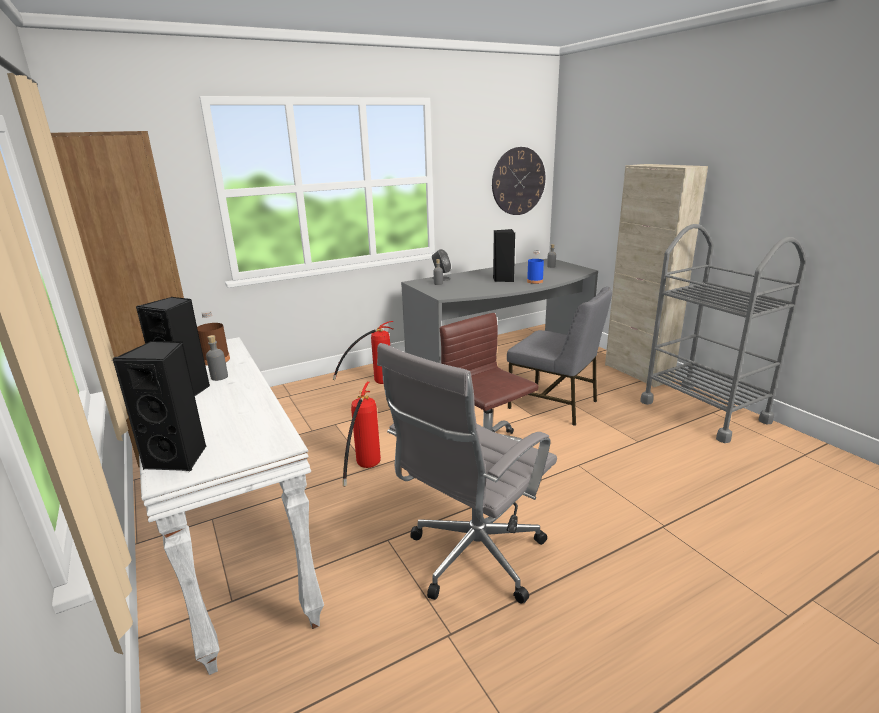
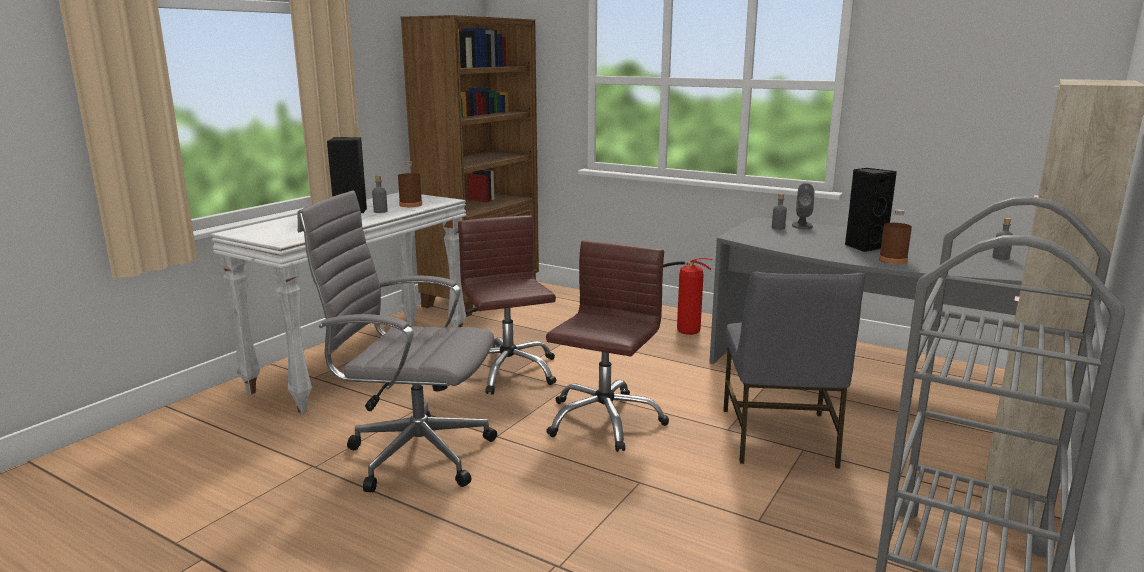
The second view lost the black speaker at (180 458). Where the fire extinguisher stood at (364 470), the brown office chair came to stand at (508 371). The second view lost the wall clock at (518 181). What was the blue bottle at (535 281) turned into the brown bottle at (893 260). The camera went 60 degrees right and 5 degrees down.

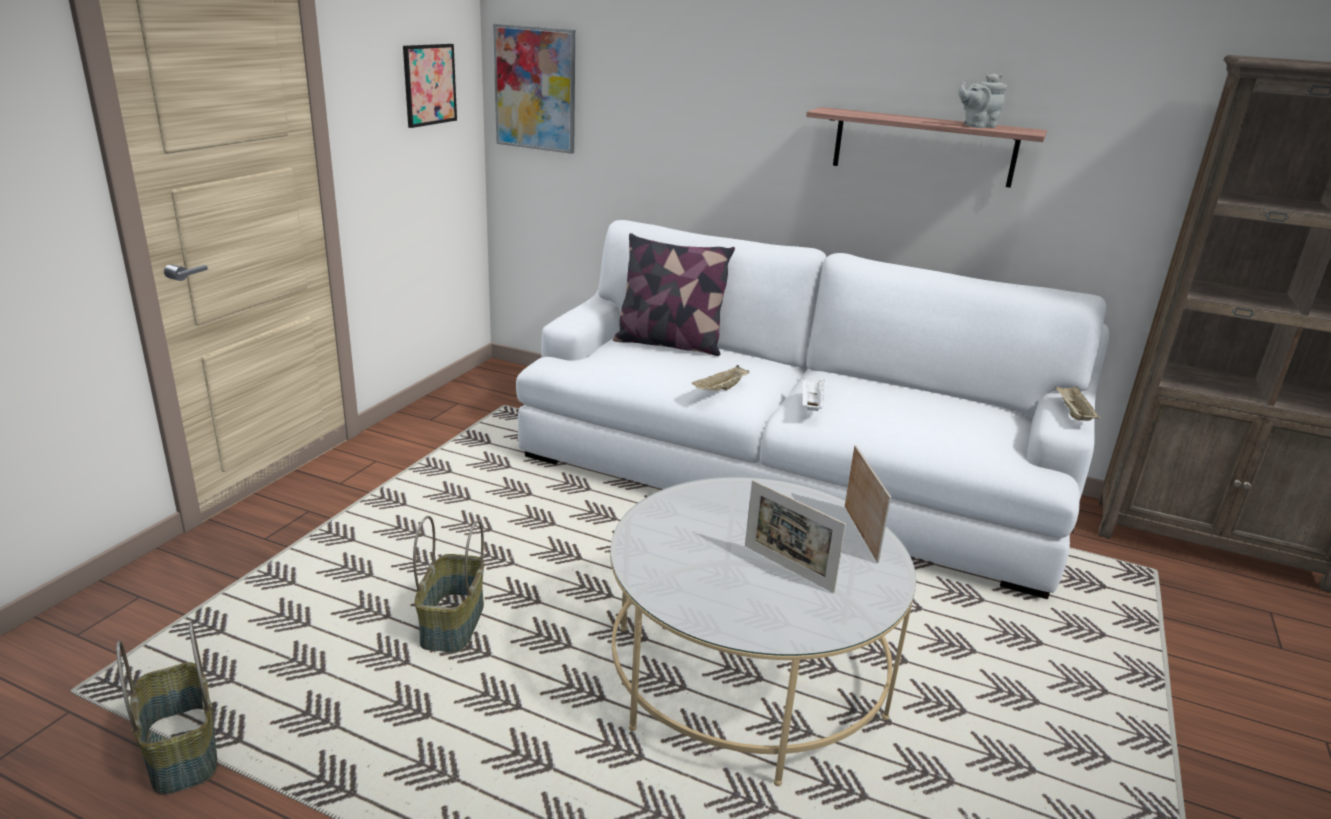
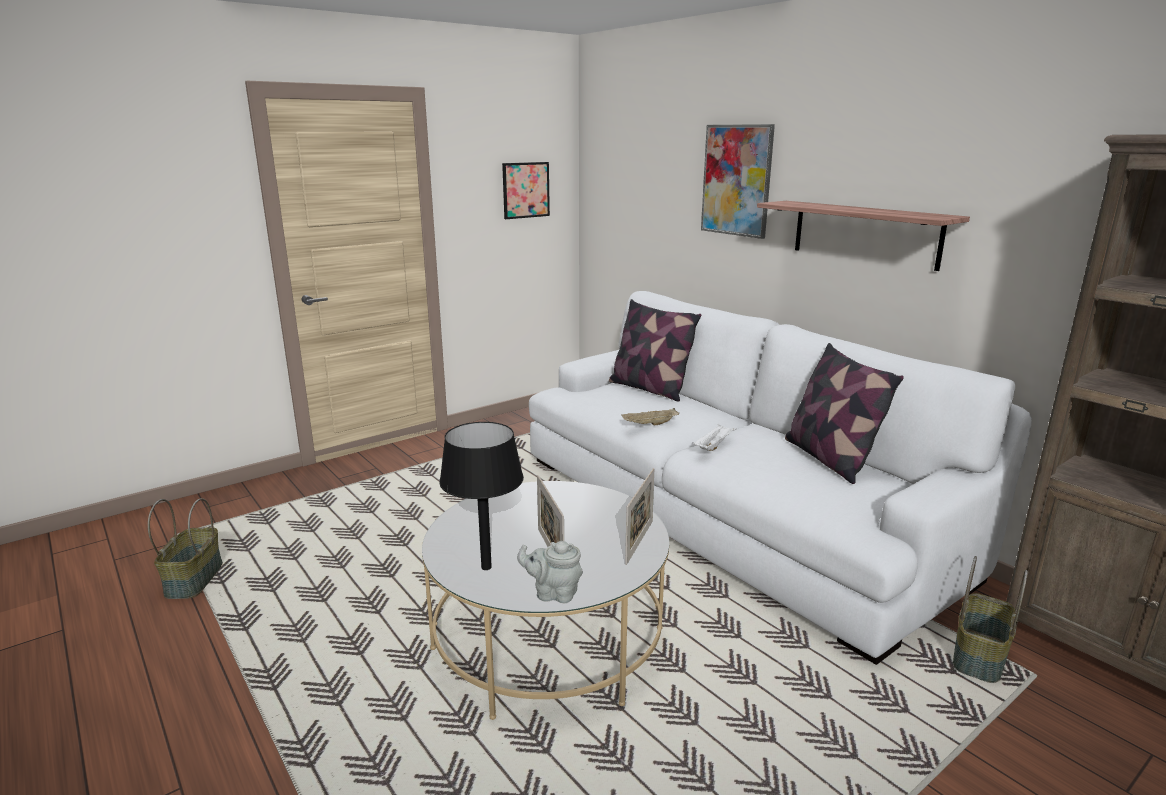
The basket ended up elsewhere, having gone from (454 624) to (980 657). The picture ended up elsewhere, having gone from (535 89) to (736 180). The grey teapot ended up elsewhere, having gone from (977 126) to (553 593). The second view lost the beige tray at (1073 413). The second view gained the black table lamp at (486 567). The second view gained the pillow at (829 458). The camera went 30 degrees right and 5 degrees down.

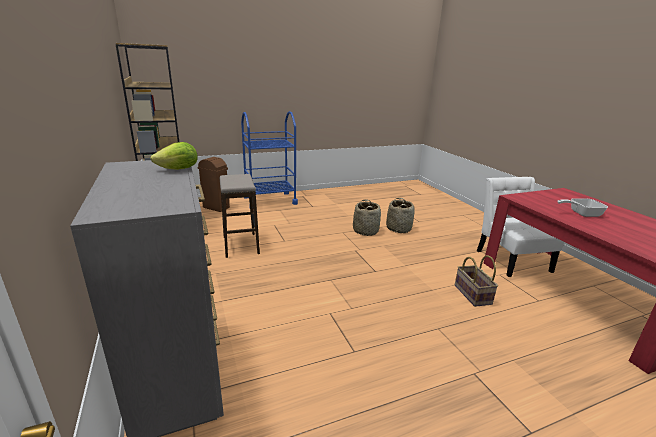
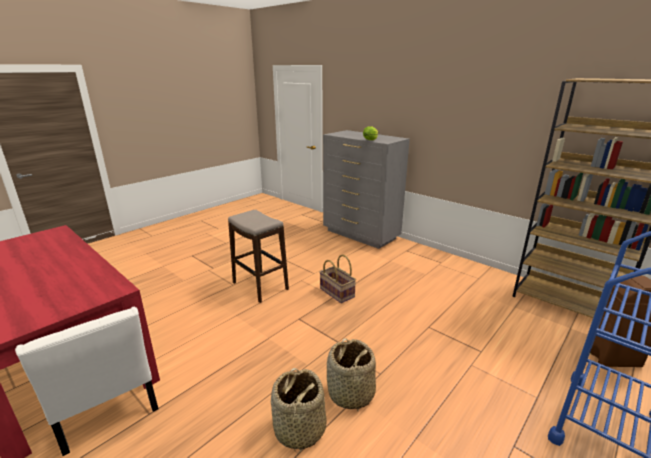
The stool ended up elsewhere, having gone from (240 245) to (260 286). The basket ended up elsewhere, having gone from (471 294) to (337 292). The second view lost the frying pan at (581 213). The camera went 155 degrees right and 0 degrees up.

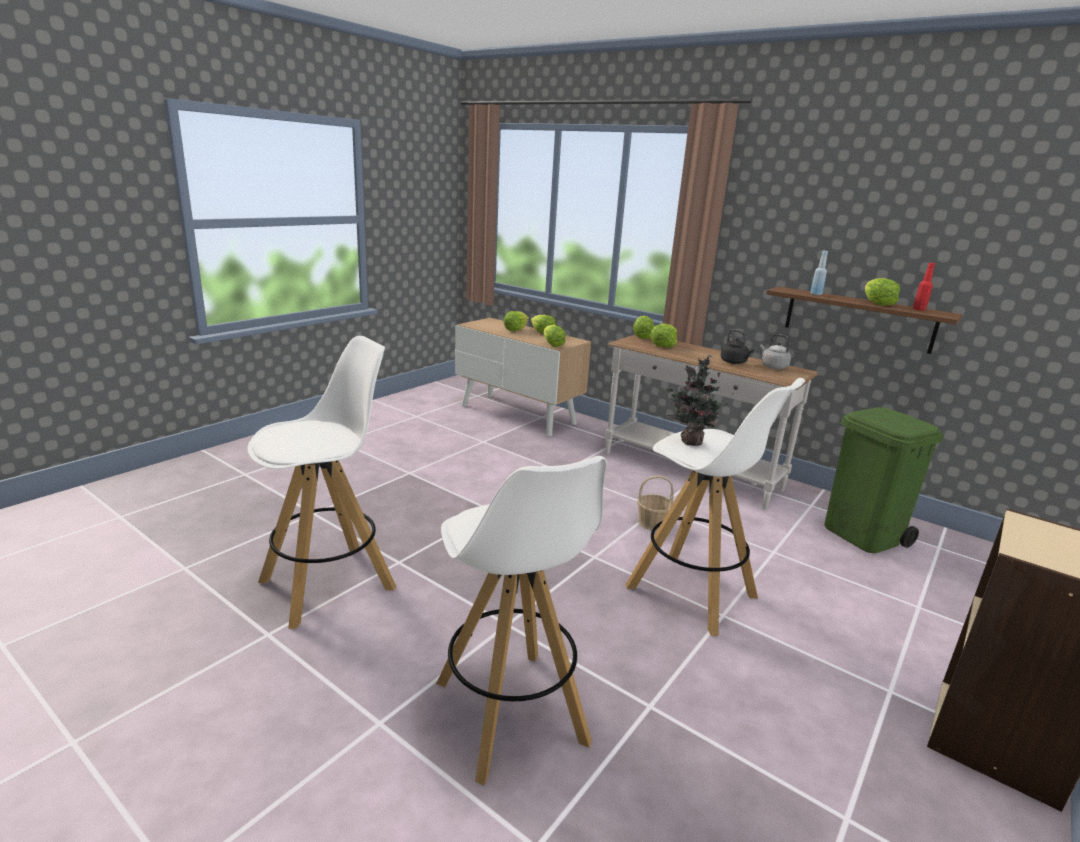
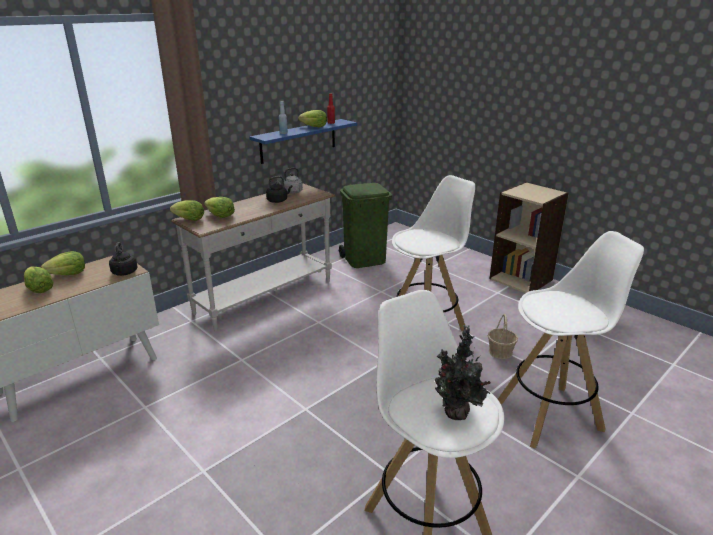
Where the lettuce stood at (552 345), the black kettle came to stand at (124 273). The basket ended up elsewhere, having gone from (652 523) to (500 352). The potted plant ended up elsewhere, having gone from (689 442) to (456 414). What was the brown shelf at (858 319) turned into the blue shelf at (298 141). The camera went 80 degrees left and 5 degrees up.

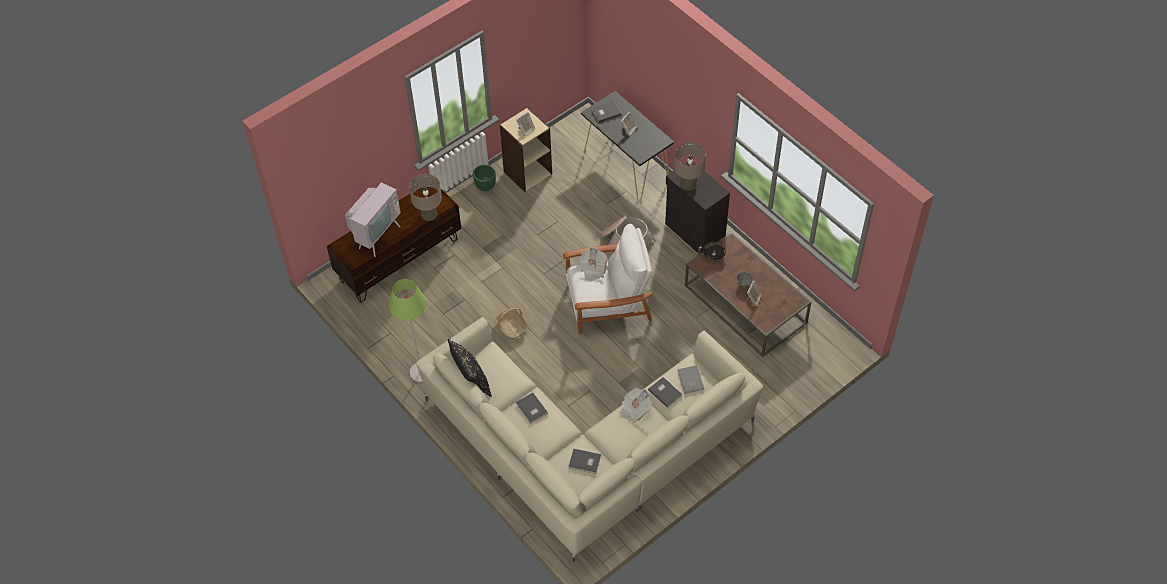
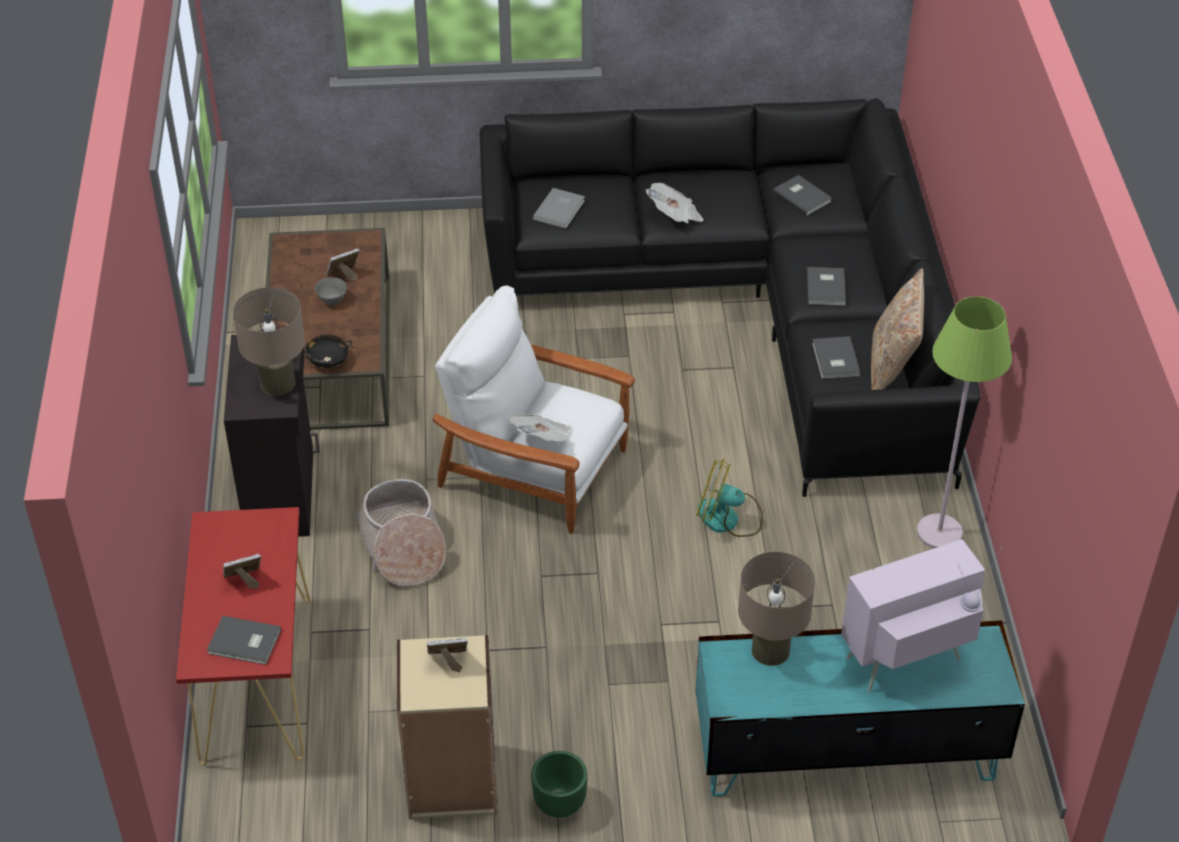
What was the brown tv stand at (400 259) turned into the turquoise tv stand at (845 751). What was the beige sofa at (585 448) turned into the black sofa at (754 307). What was the black pillow at (471 380) turned into the beige pillow at (892 367). Where the basket stood at (511 327), the fan came to stand at (728 518). What was the black console table at (626 165) turned into the red console table at (256 679). The grey book ended up elsewhere, having gone from (665 392) to (834 360). The camera went 145 degrees left and 10 degrees down.

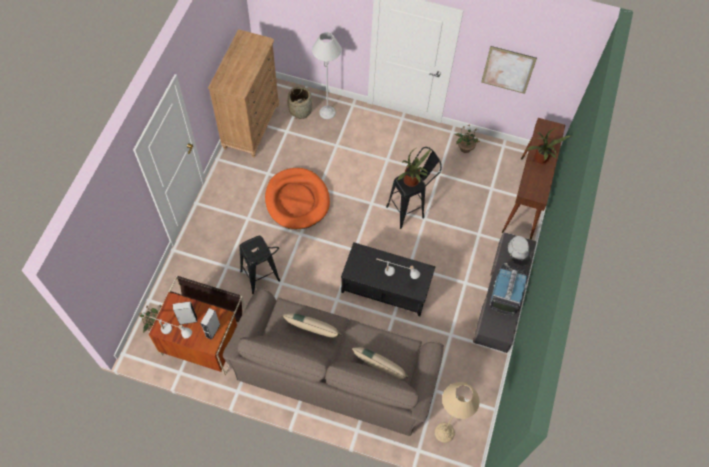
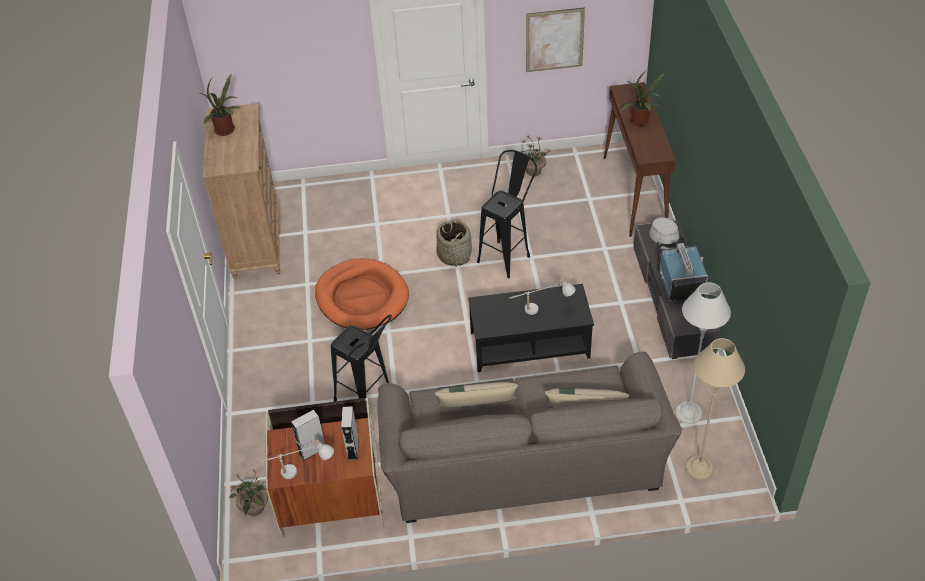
The basket ended up elsewhere, having gone from (300 110) to (454 255). The grey floor lamp ended up elsewhere, having gone from (327 112) to (688 413). The potted plant ended up elsewhere, having gone from (412 182) to (226 131). The camera went 20 degrees left and 15 degrees down.

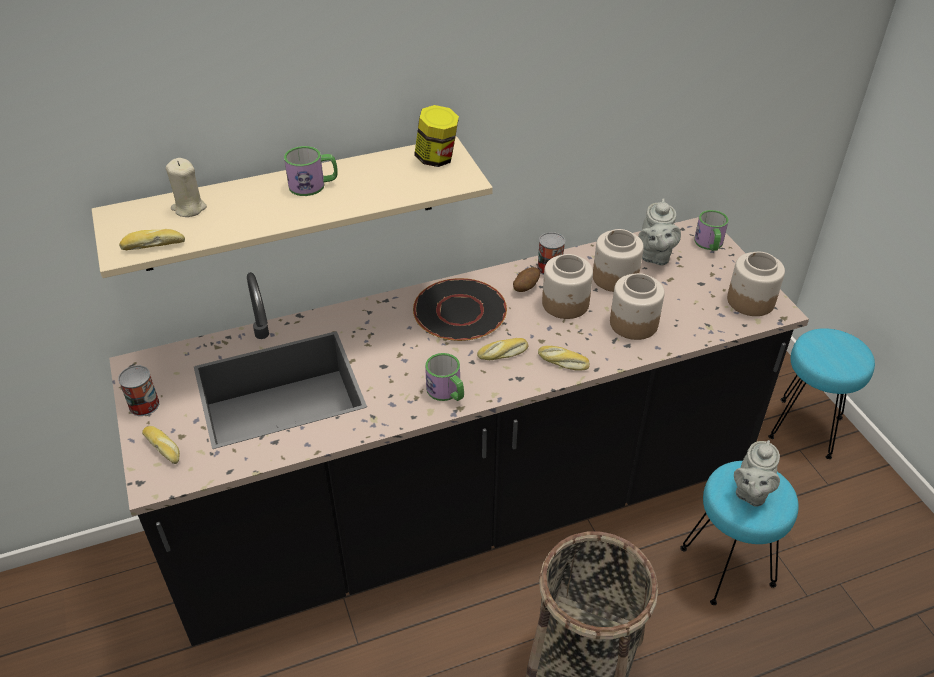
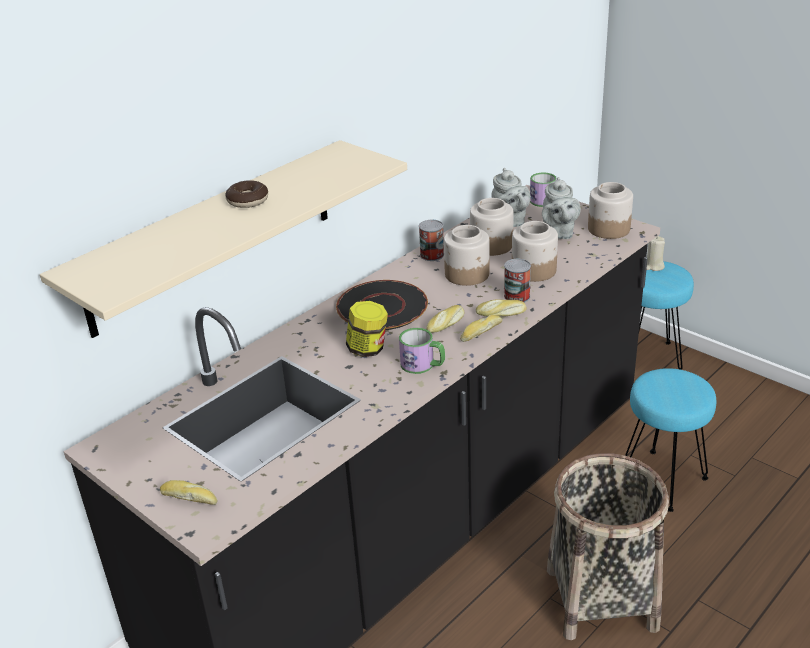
The can ended up elsewhere, having gone from (144 405) to (517 296). The bread ended up elsewhere, having gone from (153 245) to (480 332). The beige candle ended up elsewhere, having gone from (189 208) to (653 266). Where the mug stood at (313 185), the donut came to stand at (248 201). The jar ended up elsewhere, having gone from (436 159) to (368 349). The second view lost the potato at (525 287). The grey teapot ended up elsewhere, having gone from (750 493) to (558 233). The camera went 25 degrees left and 10 degrees down.

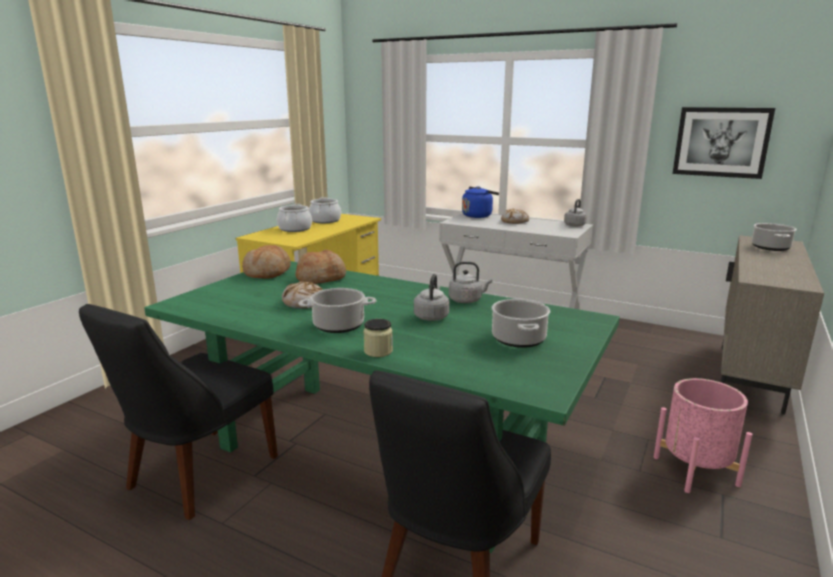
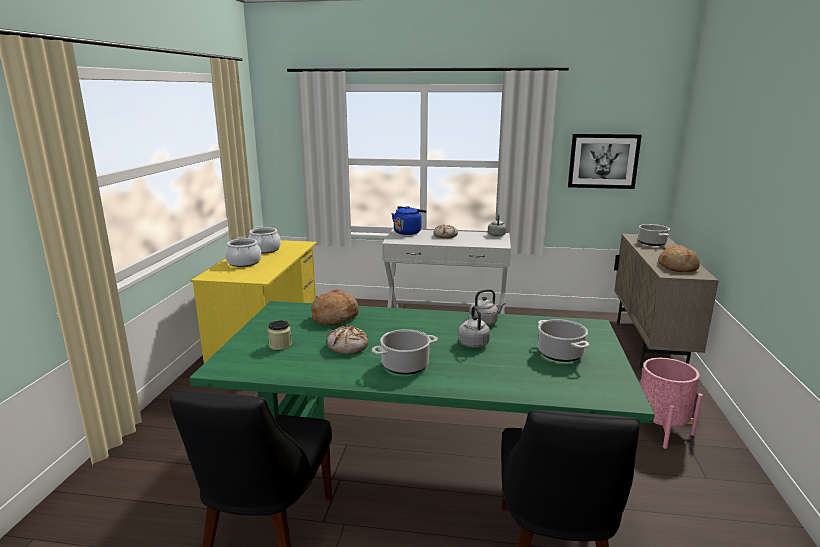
The bread ended up elsewhere, having gone from (268 272) to (677 267). The jar ended up elsewhere, having gone from (378 351) to (280 345). The camera went 20 degrees left and 0 degrees up.

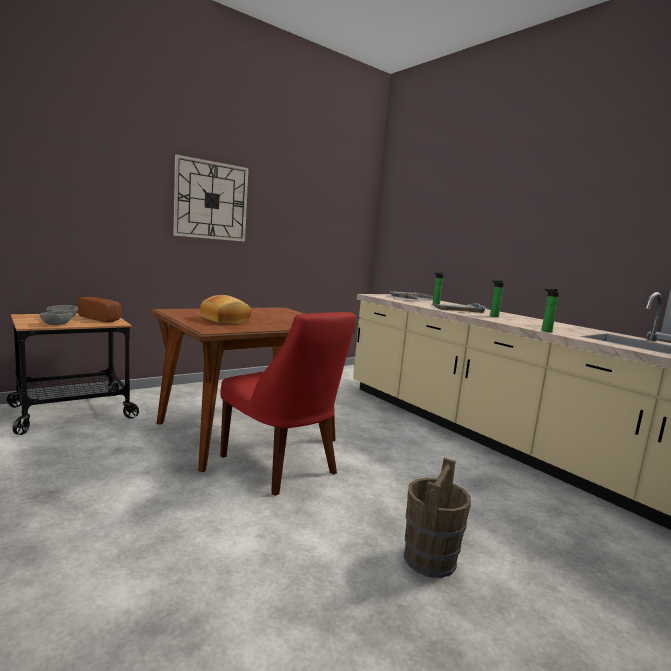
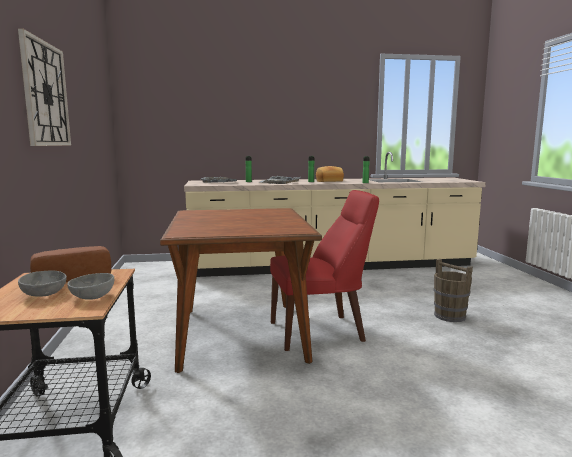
The bread ended up elsewhere, having gone from (226 320) to (329 181). The camera went 60 degrees left and 0 degrees up.

